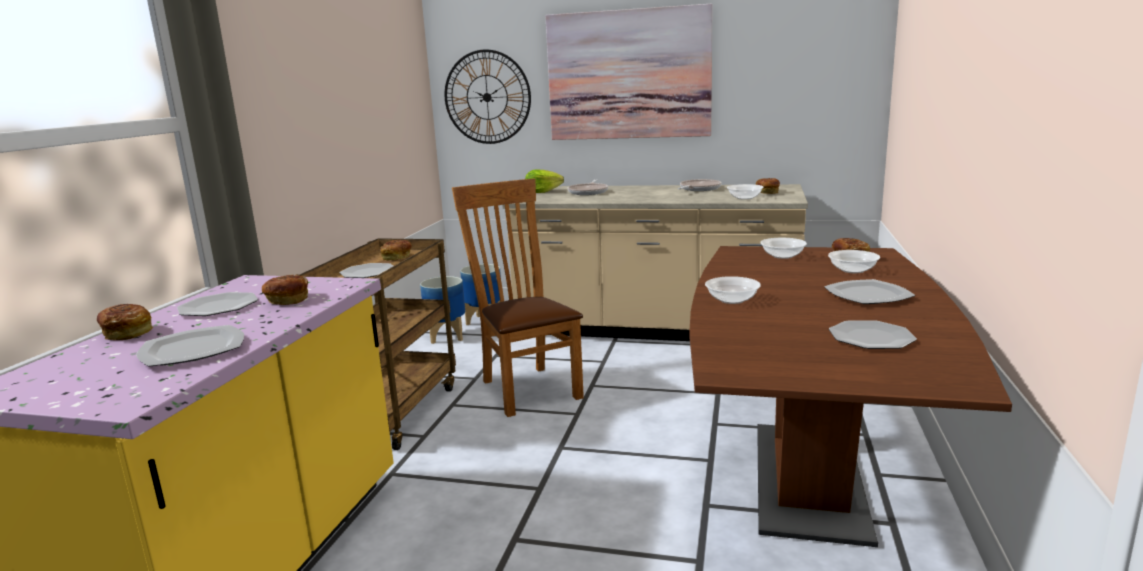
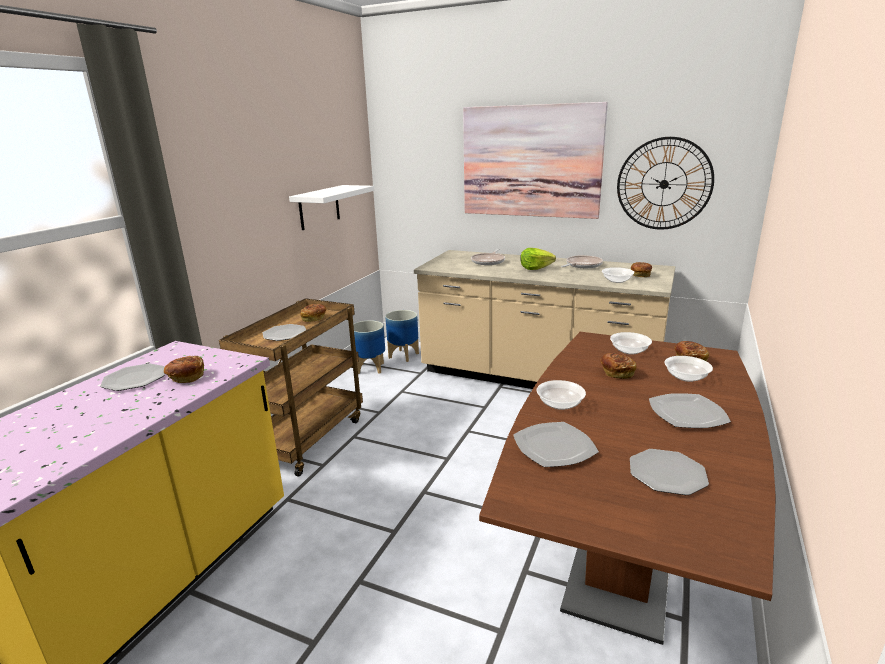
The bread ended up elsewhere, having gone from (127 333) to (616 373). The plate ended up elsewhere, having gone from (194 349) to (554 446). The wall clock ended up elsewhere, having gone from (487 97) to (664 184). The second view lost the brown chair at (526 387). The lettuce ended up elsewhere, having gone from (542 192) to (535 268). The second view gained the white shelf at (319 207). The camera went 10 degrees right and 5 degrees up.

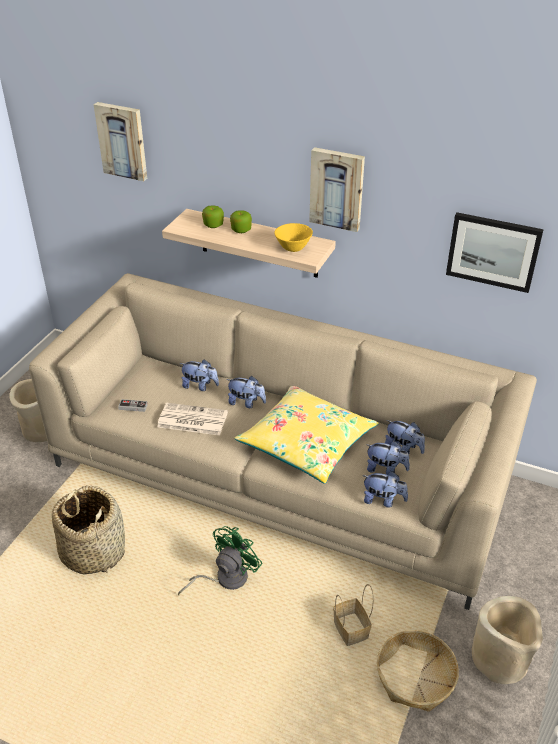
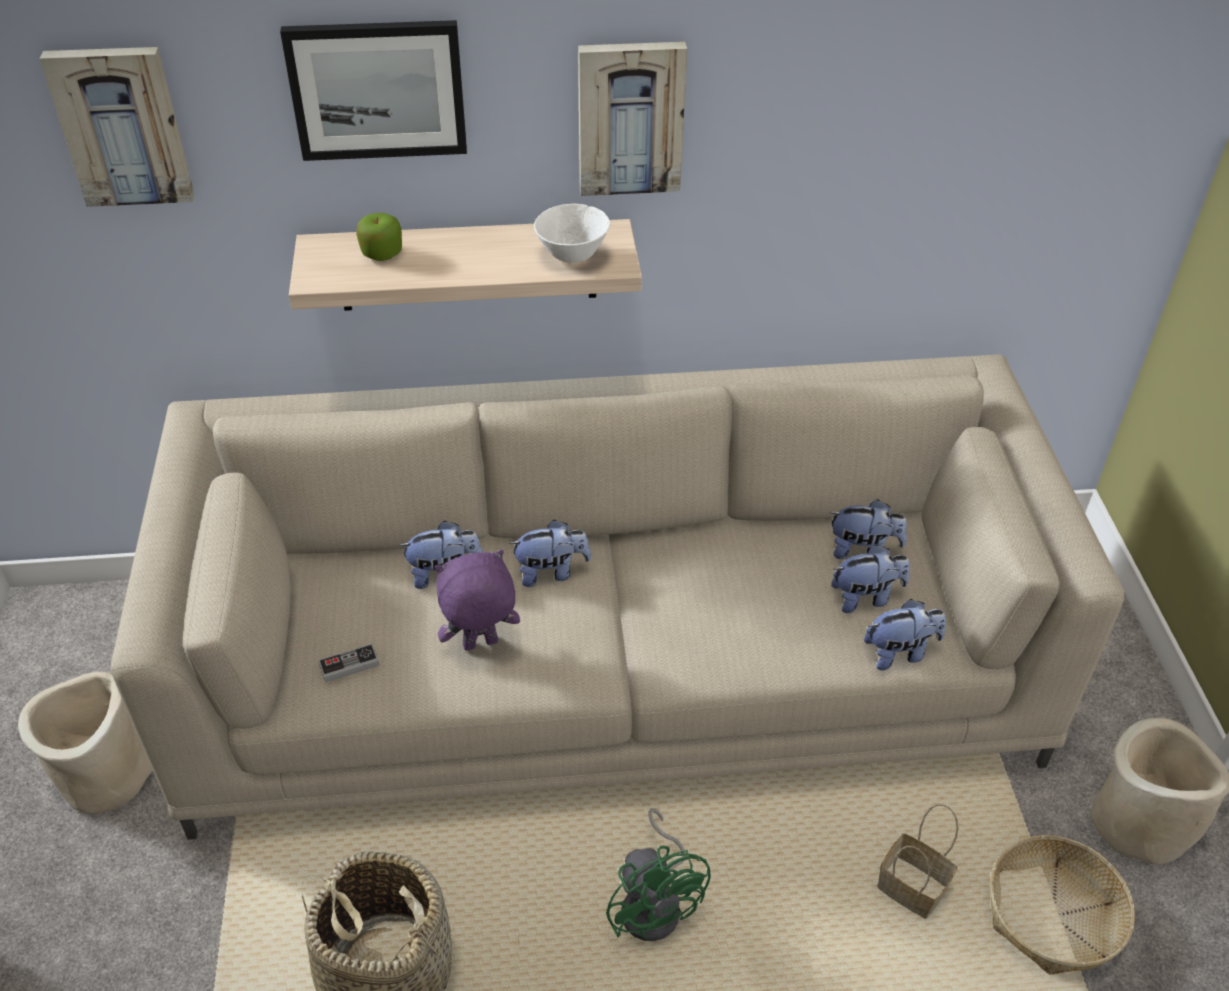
Where the newspaper stood at (191 420), the purple plush toy came to stand at (480 645). The green fan at (225 578) ended up facing another way, 150 degrees clockwise from before. The second view lost the apple at (241 230). The second view lost the yellow pillow at (307 442). What was the yellow bowl at (293 249) turned into the white bowl at (572 256). The picture ended up elsewhere, having gone from (493 251) to (377 89). The camera went 30 degrees left and 5 degrees up.

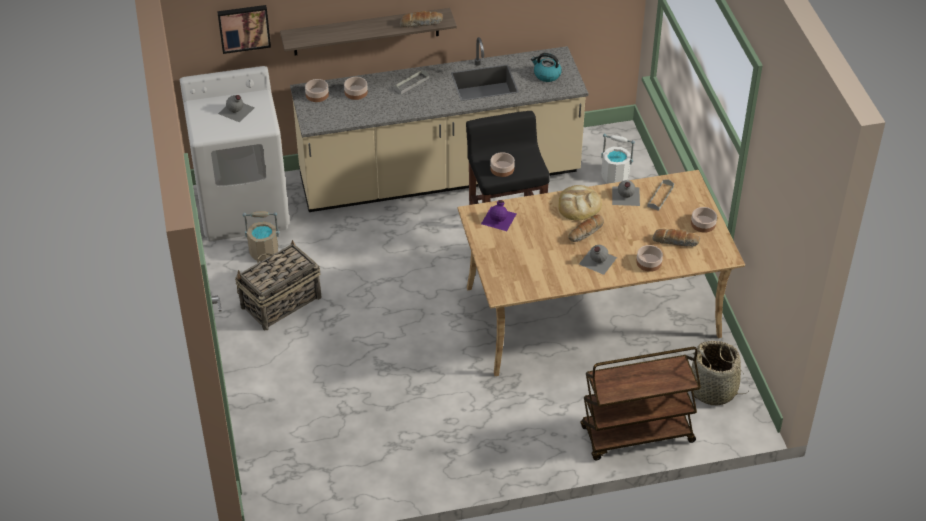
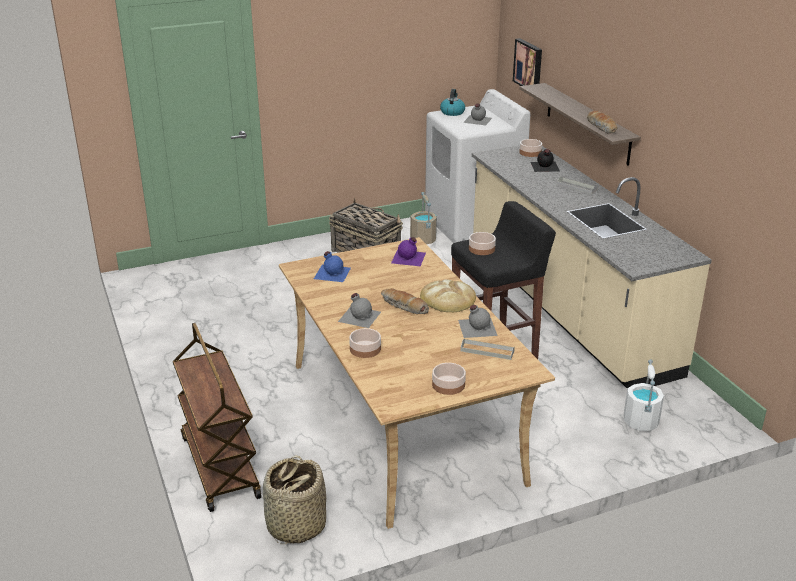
Where the bowl stood at (356 92), the black bottle came to stand at (544 166). The kettle ended up elsewhere, having gone from (546 75) to (452 112). The second view lost the bread at (675 241). The second view gained the blue bottle at (332 272). The camera went 80 degrees right and 15 degrees down.

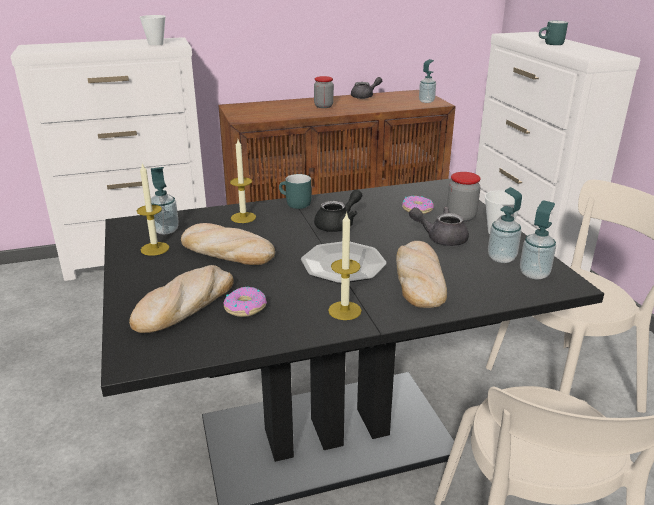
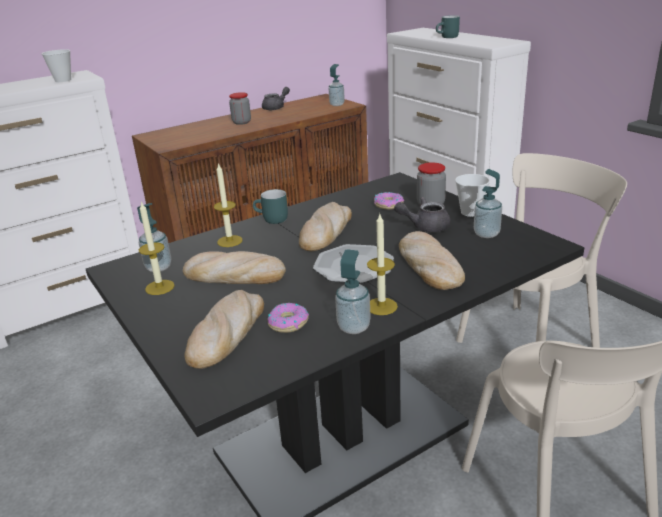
Where the black teapot stood at (338 224), the bread came to stand at (326 231). The soap dispenser ended up elsewhere, having gone from (534 274) to (354 327). The camera went 15 degrees left and 0 degrees up.

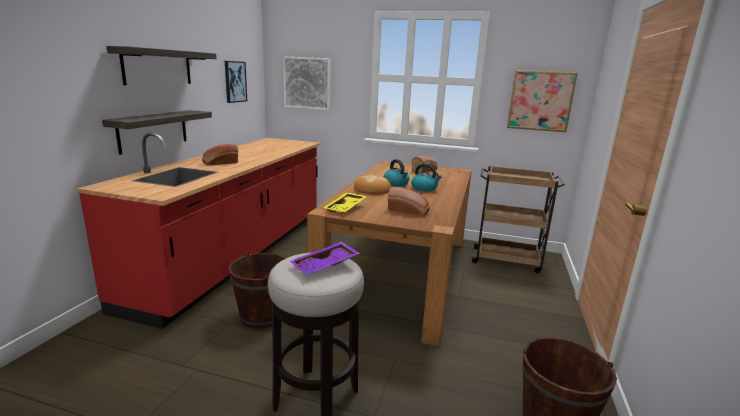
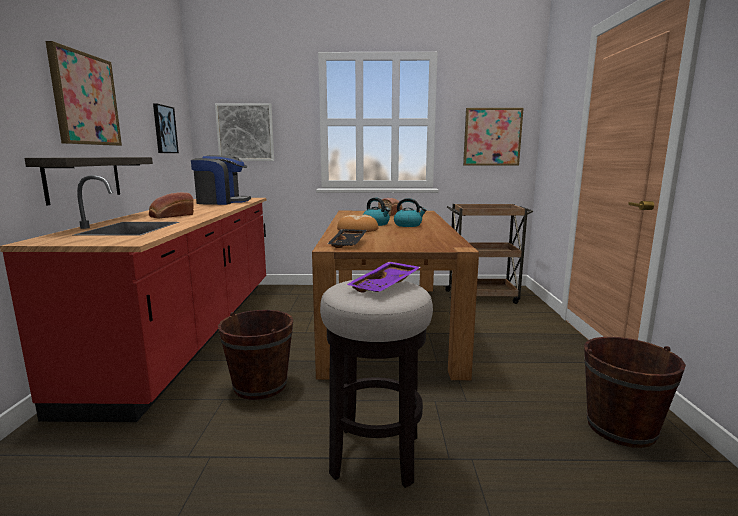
Where the shelf hung at (158 67), the picture came to hang at (85 99). What was the yellow tray at (346 208) turned into the black tray at (349 244). The second view lost the bread at (409 211). The second view gained the coffee machine at (222 202). The camera went 15 degrees left and 5 degrees down.

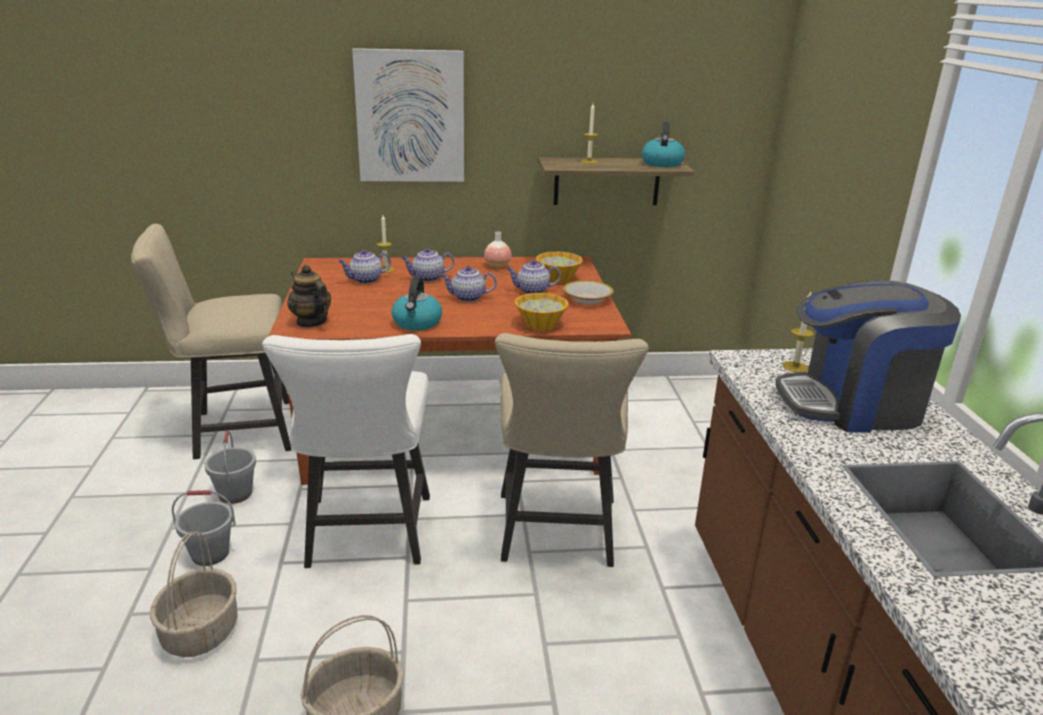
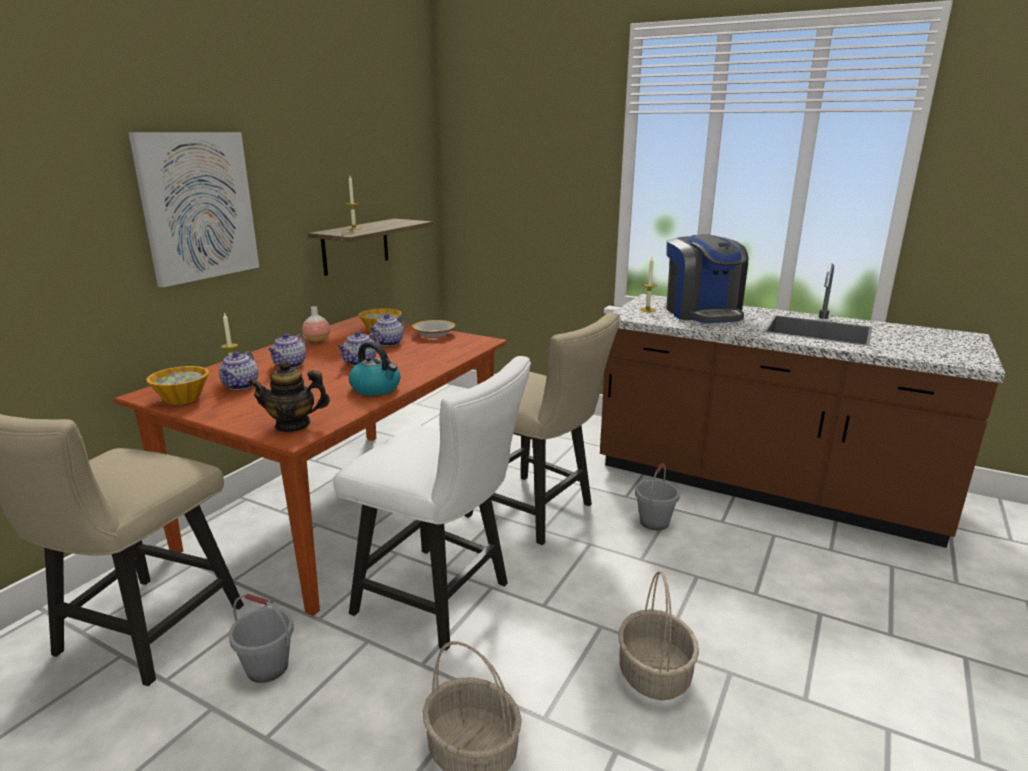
The grey bucket ended up elsewhere, having gone from (210 554) to (654 522). The bowl ended up elsewhere, having gone from (541 324) to (182 398). The second view lost the kettle at (661 163). The coffee machine at (853 404) ended up facing another way, 45 degrees counterclockwise from before. The camera went 55 degrees left and 5 degrees down.

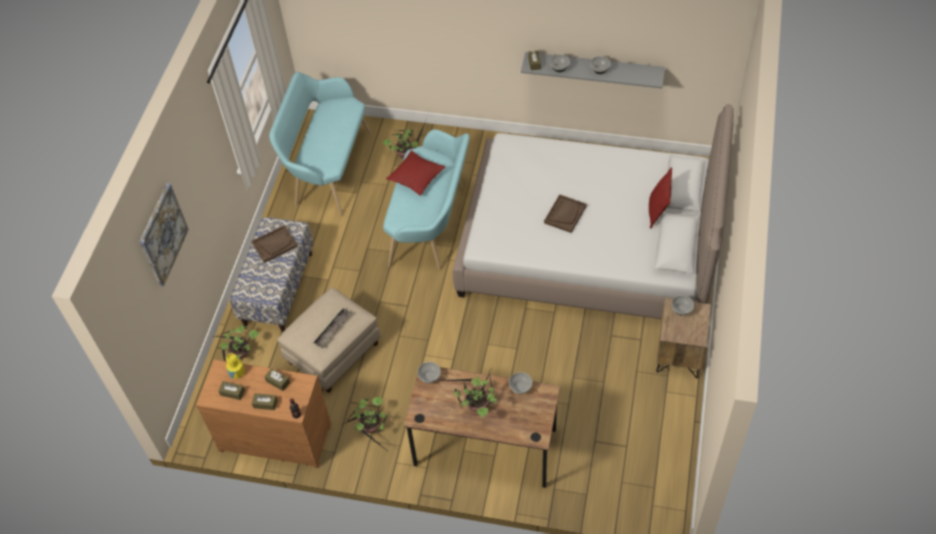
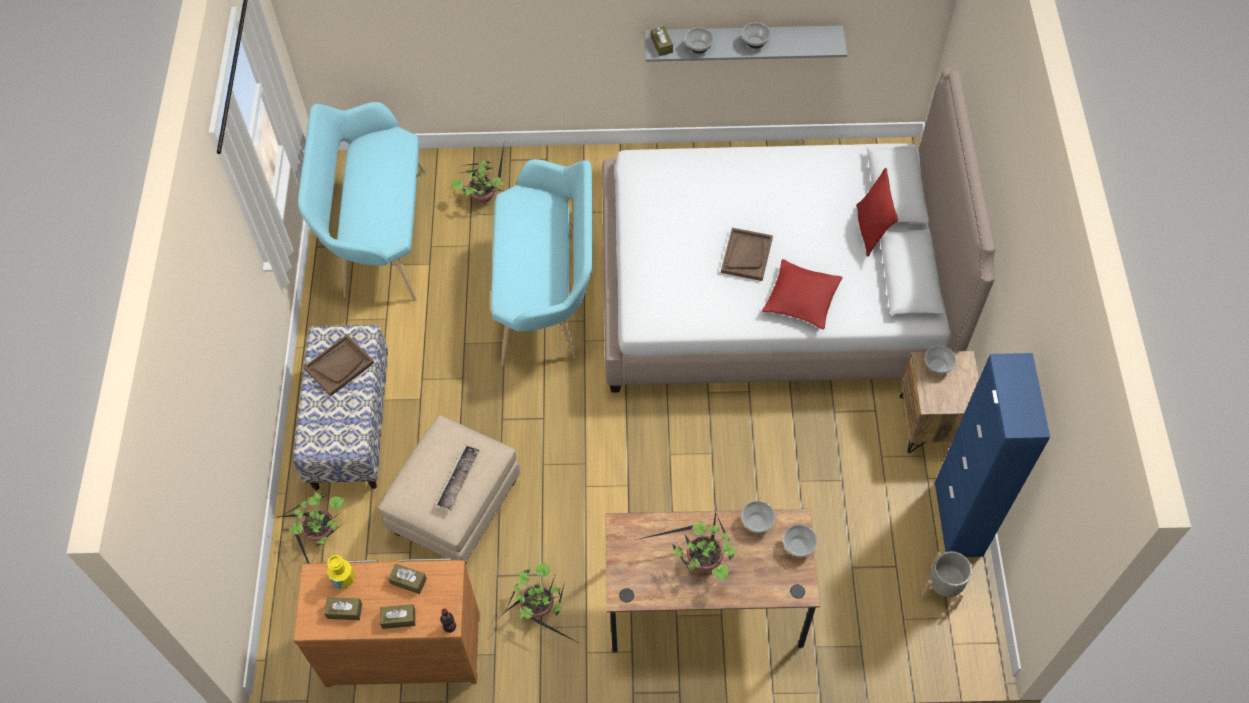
The second view lost the picture at (163 235). The red pillow ended up elsewhere, having gone from (416 177) to (801 299). The bowl ended up elsewhere, having gone from (430 377) to (799 546). The second view gained the grey planter at (943 587). The second view gained the blue cabinet at (958 519). The camera went 15 degrees left and 5 degrees up.

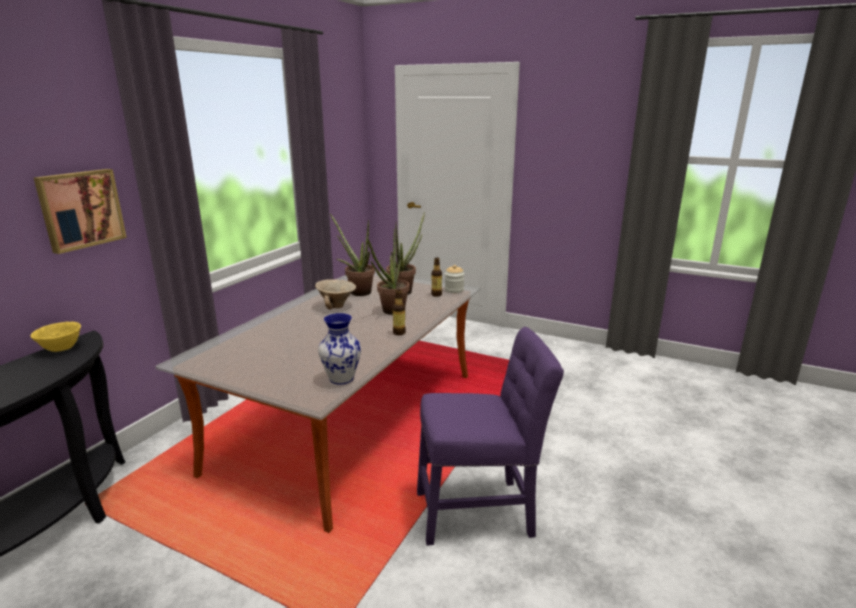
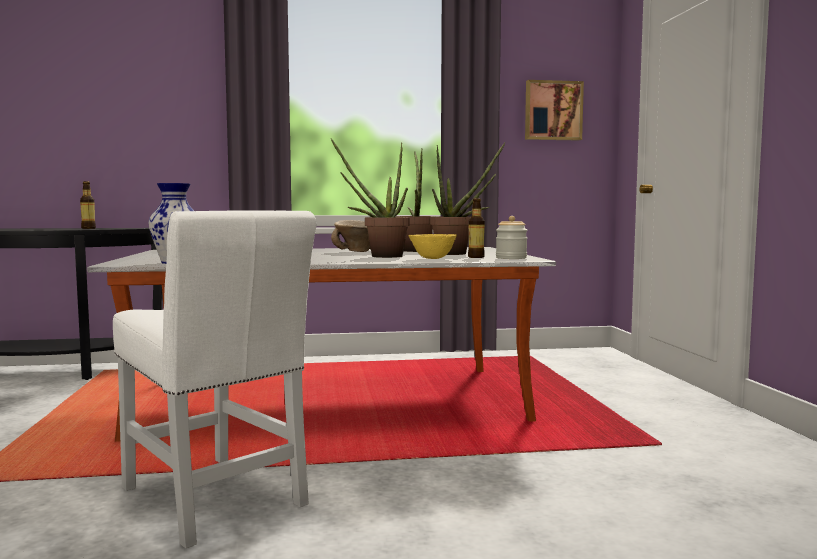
The yellow bowl ended up elsewhere, having gone from (61 349) to (432 258). The picture ended up elsewhere, having gone from (80 209) to (552 111). The bottle ended up elsewhere, having gone from (399 332) to (88 228). What was the purple chair at (480 511) turned into the white chair at (215 501). The camera went 55 degrees right and 15 degrees down.

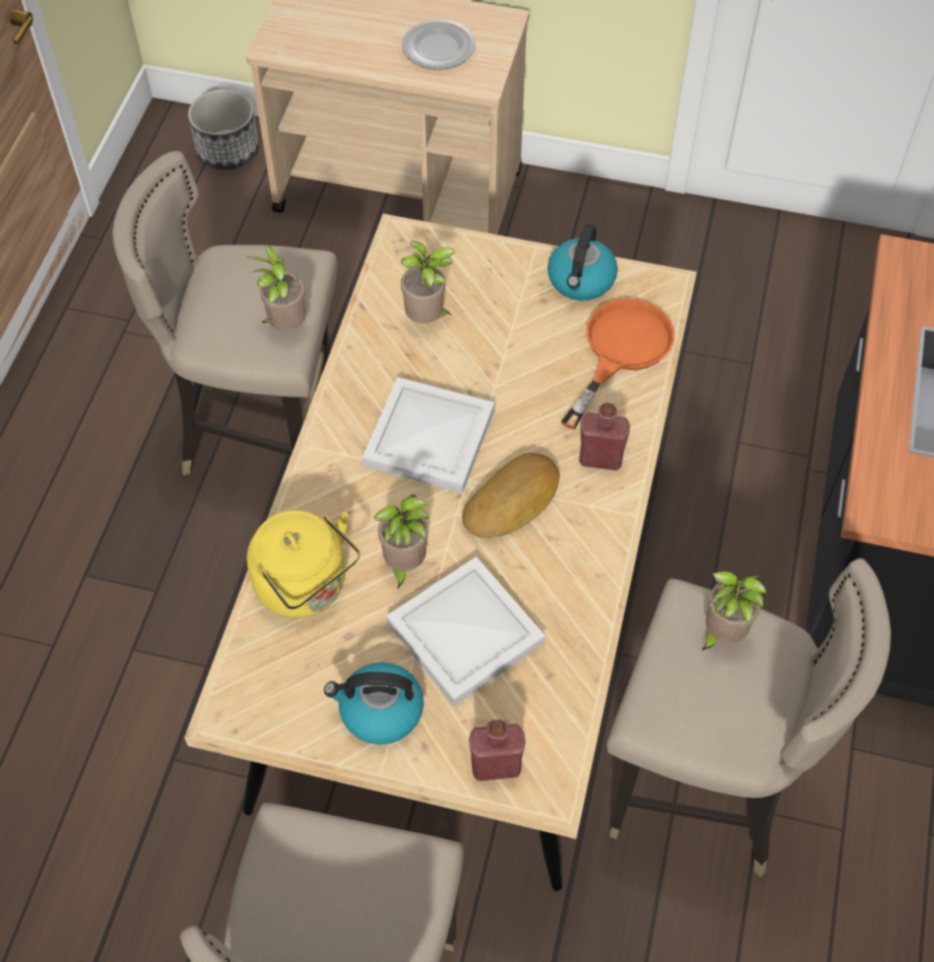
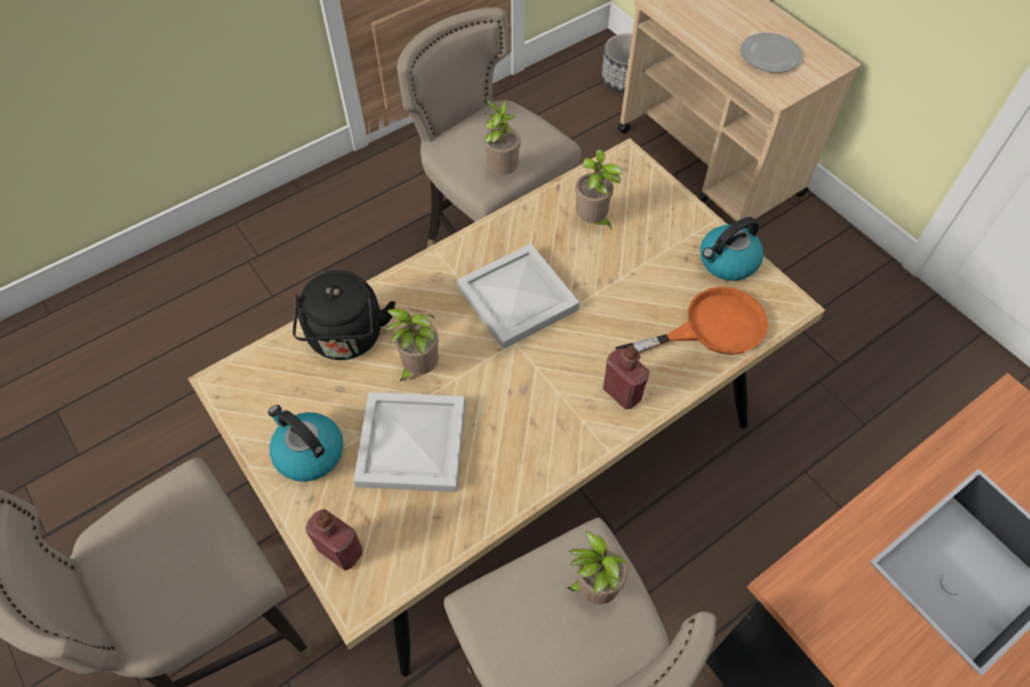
What was the yellow kettle at (306 587) turned into the black kettle at (347 339). The second view lost the bread at (513 502). The camera went 40 degrees right and 0 degrees up.

